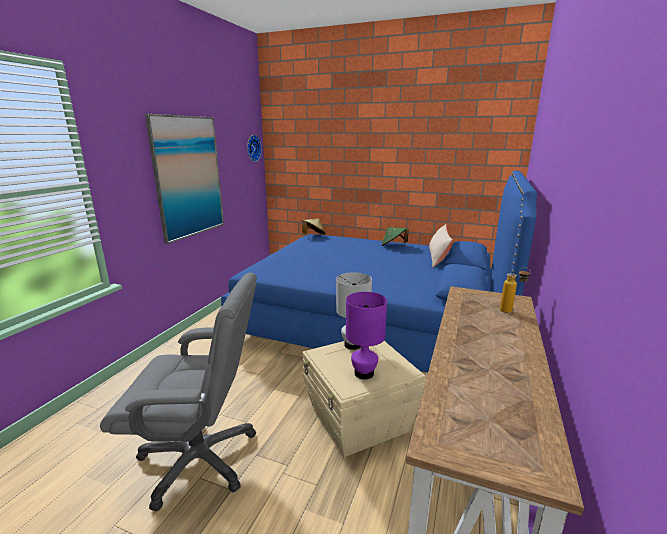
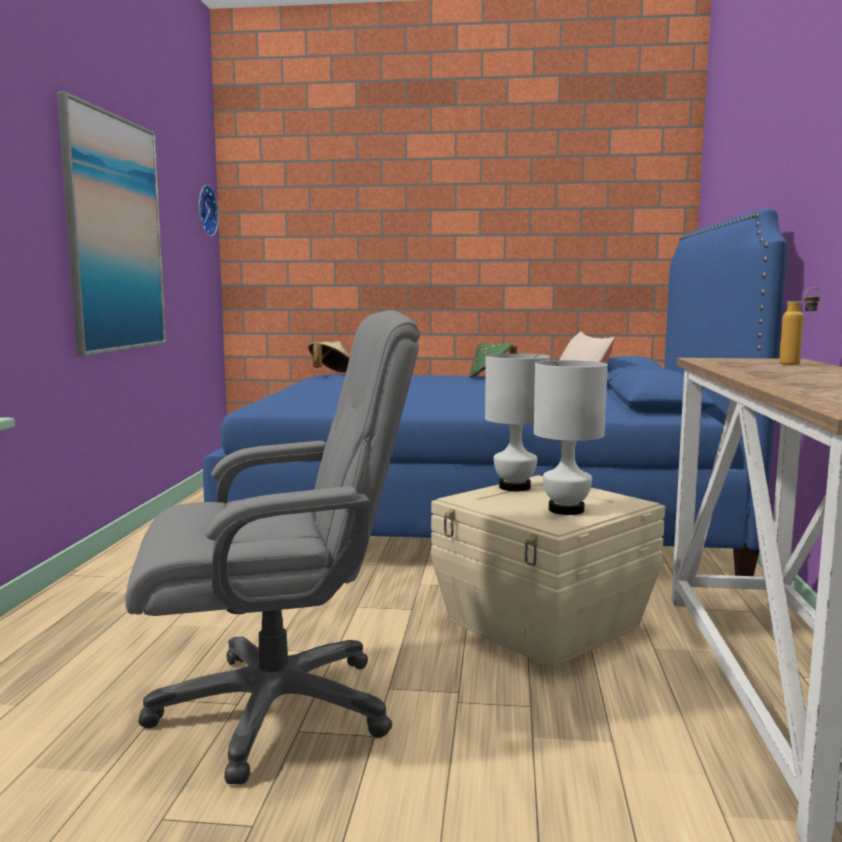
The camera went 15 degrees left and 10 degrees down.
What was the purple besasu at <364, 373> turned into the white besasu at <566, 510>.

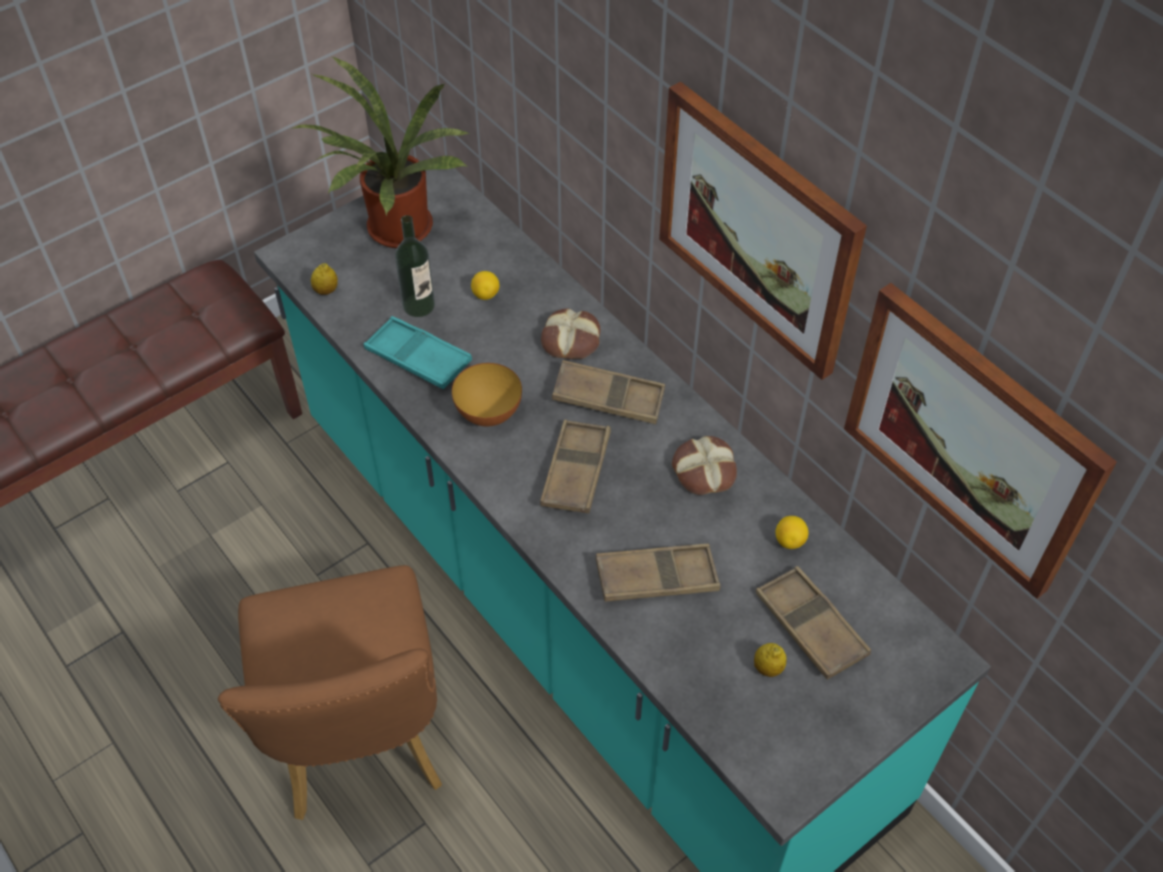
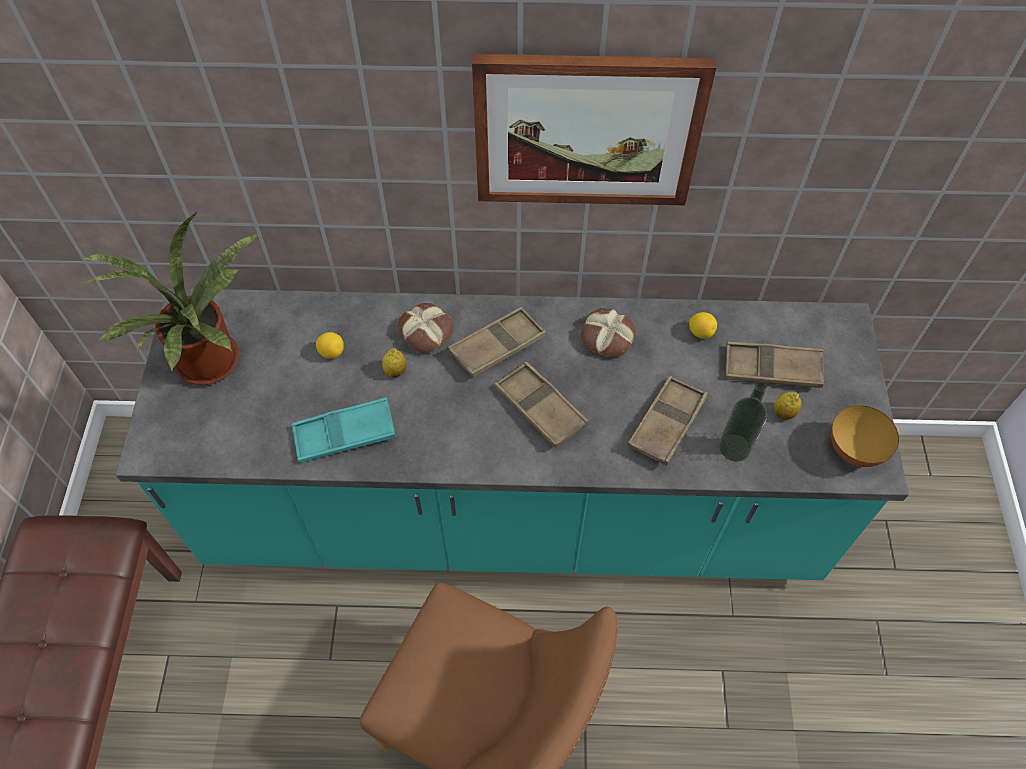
The camera went 50 degrees left and 5 degrees up.
The second view lost the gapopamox at <970, 439>.
The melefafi ended up elsewhere, having gone from <326, 290> to <395, 371>.
The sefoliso ended up elsewhere, having gone from <418, 305> to <734, 447>.
The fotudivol ended up elsewhere, having gone from <488, 414> to <854, 450>.

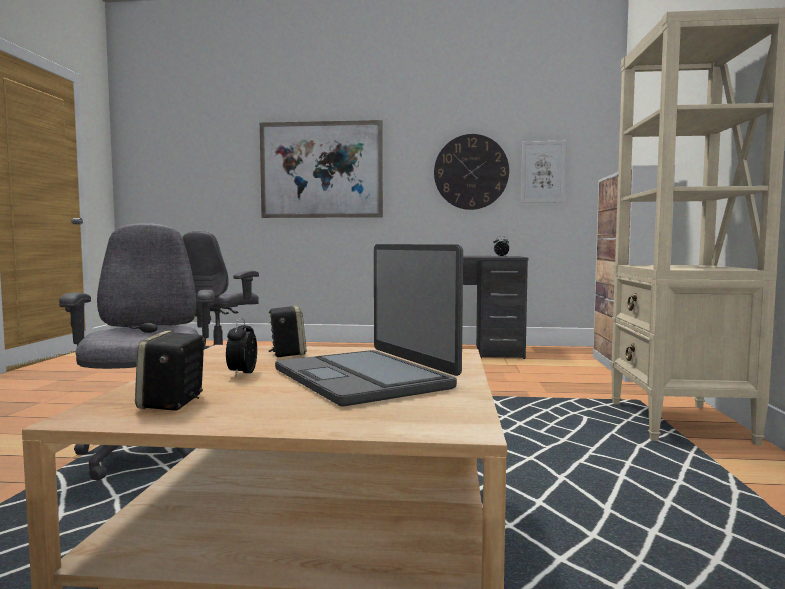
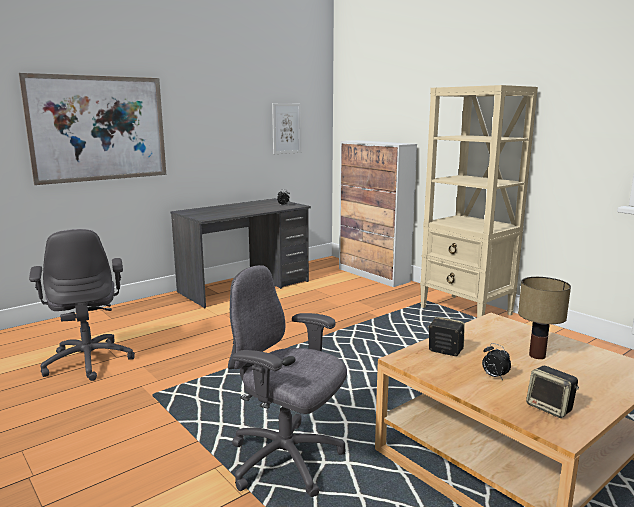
The camera went 45 degrees left and 10 degrees up.
The second view lost the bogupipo at <471, 172>.
Where the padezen stood at <364, 378>, the besasu came to stand at <537, 355>.

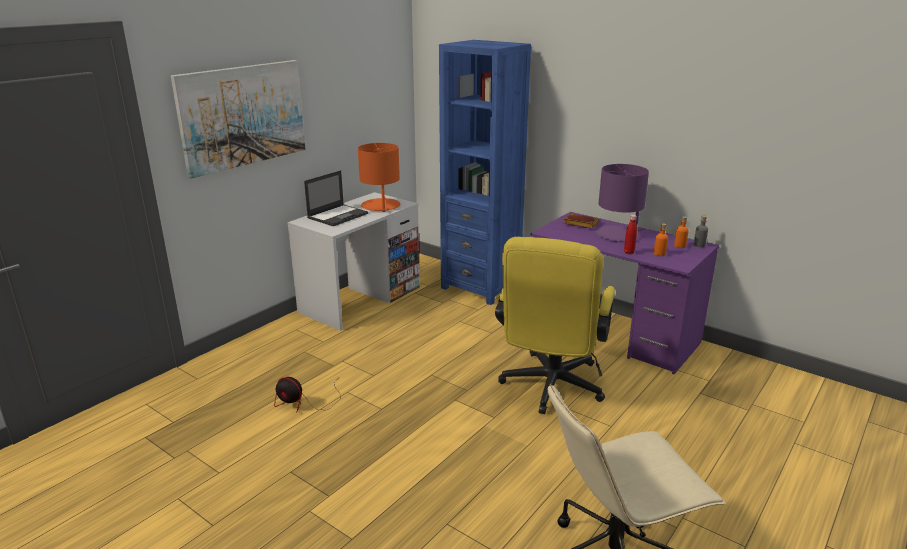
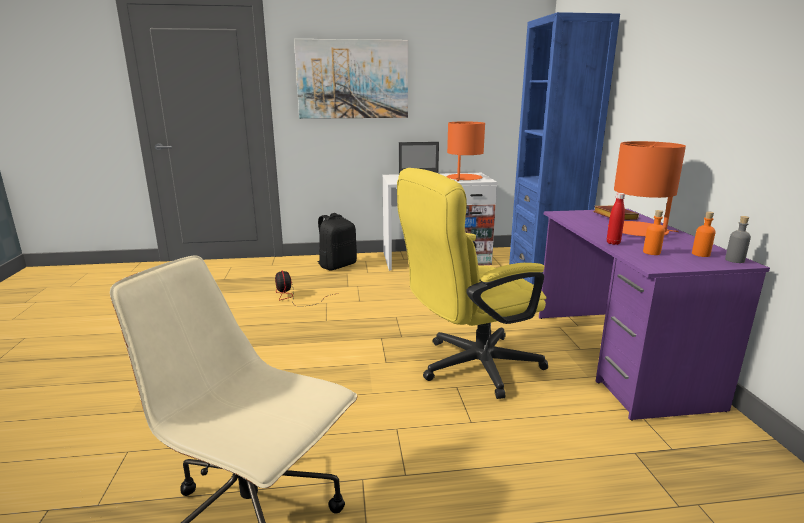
The camera went 45 degrees right and 5 degrees down.
The second view gained the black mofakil at <337, 265>.
What was the purple besasu at <618, 235> turned into the orange besasu at <638, 231>.

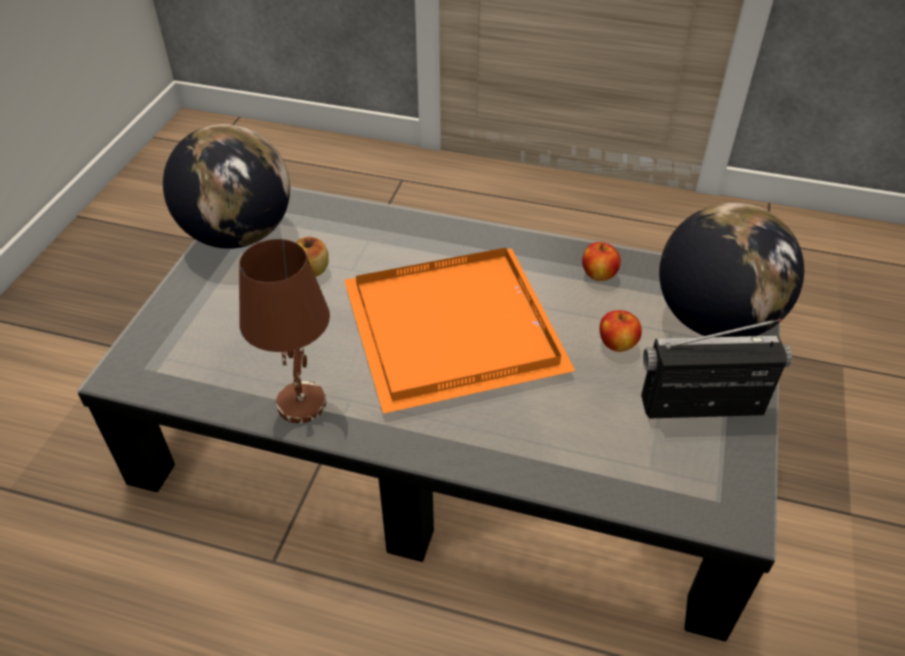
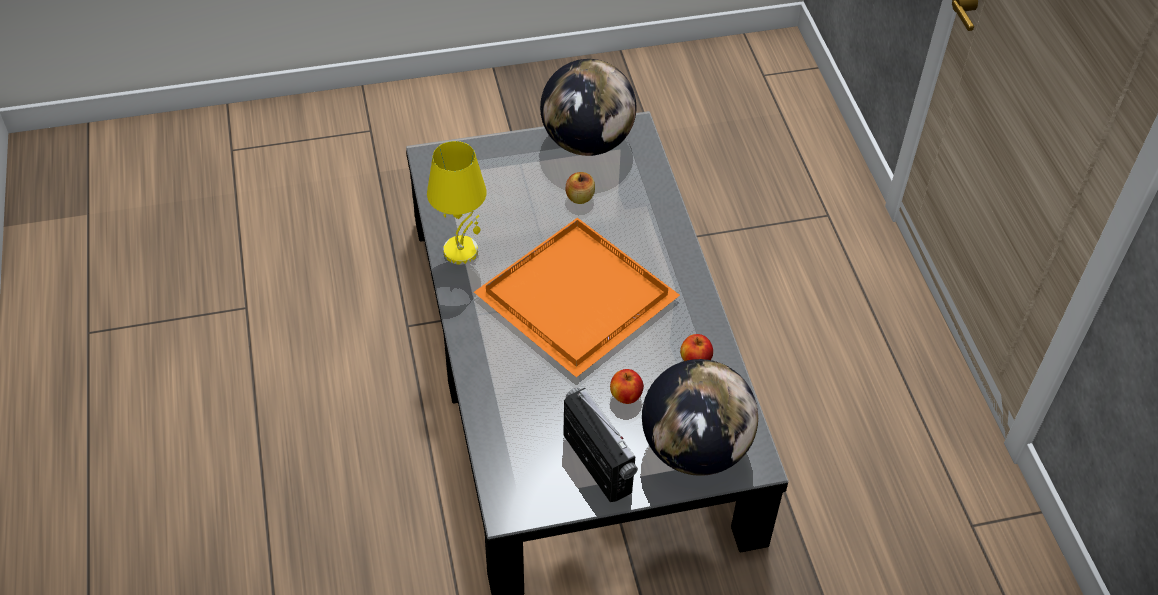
The camera went 60 degrees right and 5 degrees up.
What was the brown besasu at <301, 402> turned into the yellow besasu at <461, 250>.

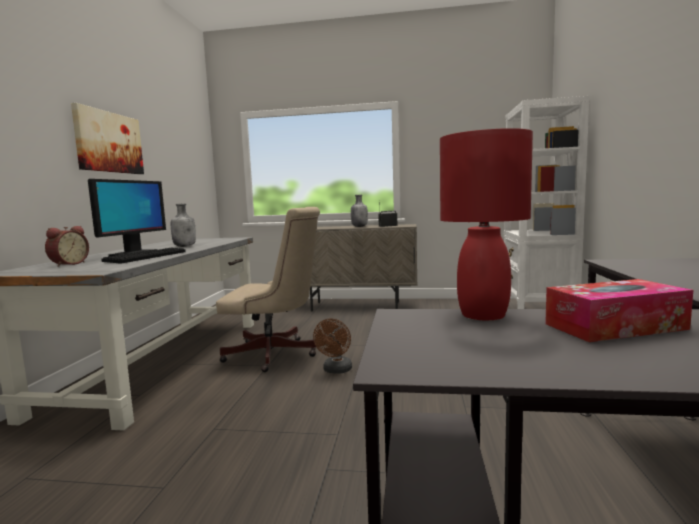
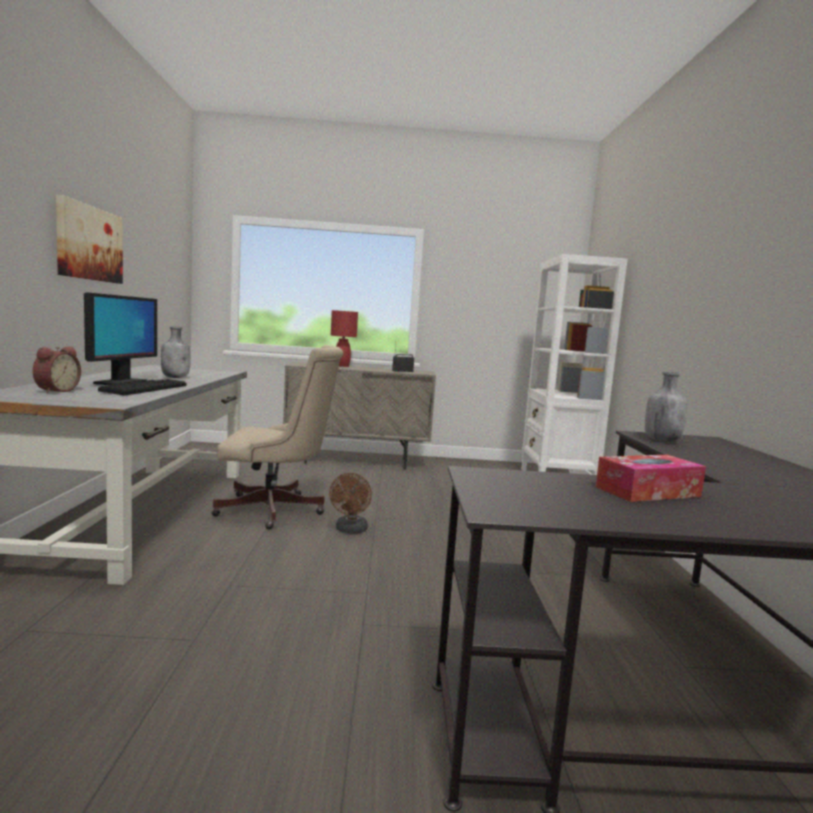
The camera went 10 degrees left and 0 degrees up.
The grey sefoliso ended up elsewhere, having gone from <359, 226> to <661, 440>.
The red besasu ended up elsewhere, having gone from <482, 314> to <342, 366>.

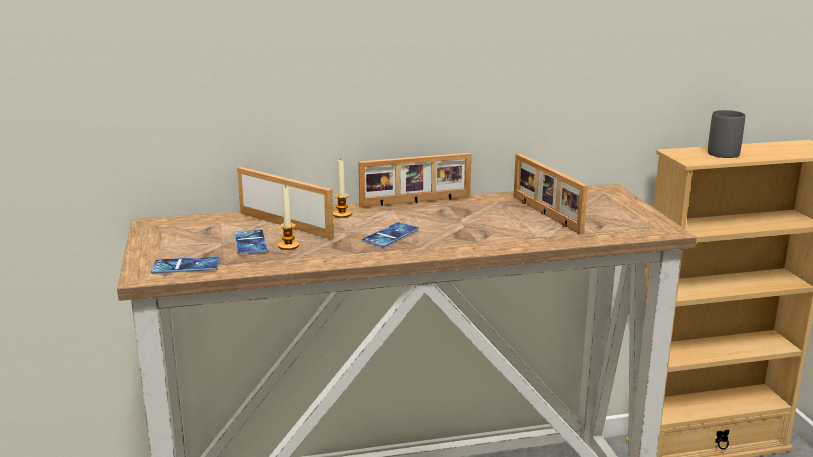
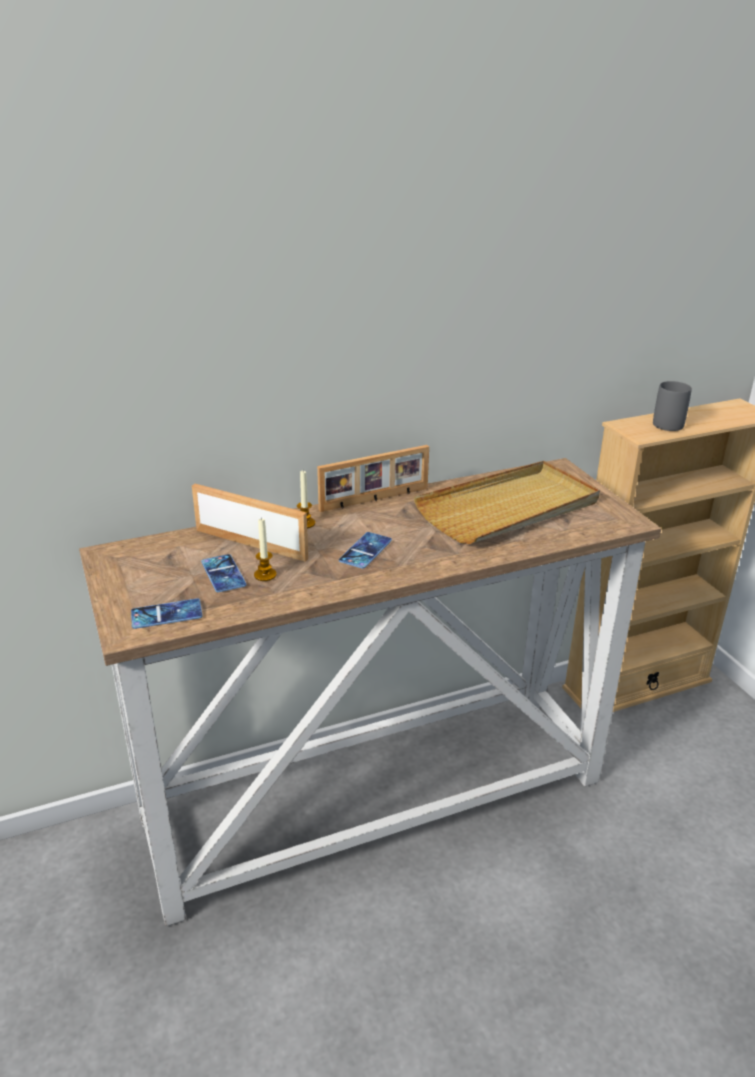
The camera went 10 degrees left and 10 degrees up.
Where the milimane stood at <545, 214>, the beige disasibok came to stand at <509, 508>.

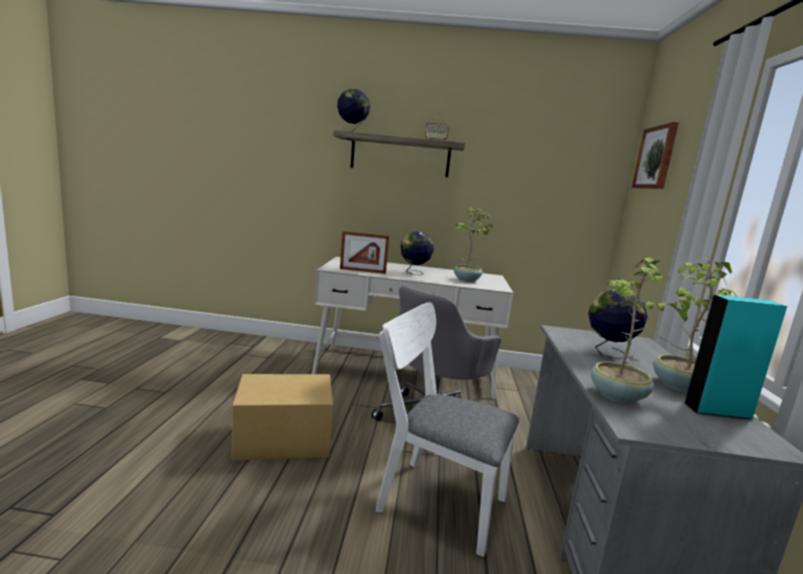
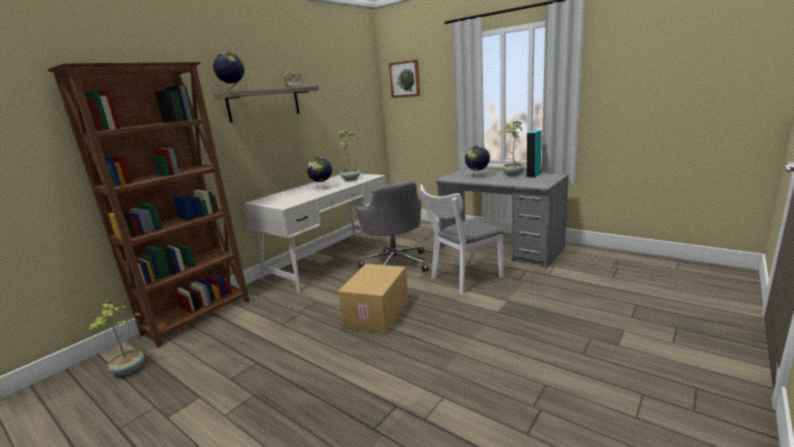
The camera went 55 degrees left and 5 degrees up.
The second view lost the milimane at <362, 271>.
The second view gained the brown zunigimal at <199, 317>.
The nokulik ended up elsewhere, having gone from <617, 397> to <129, 370>.

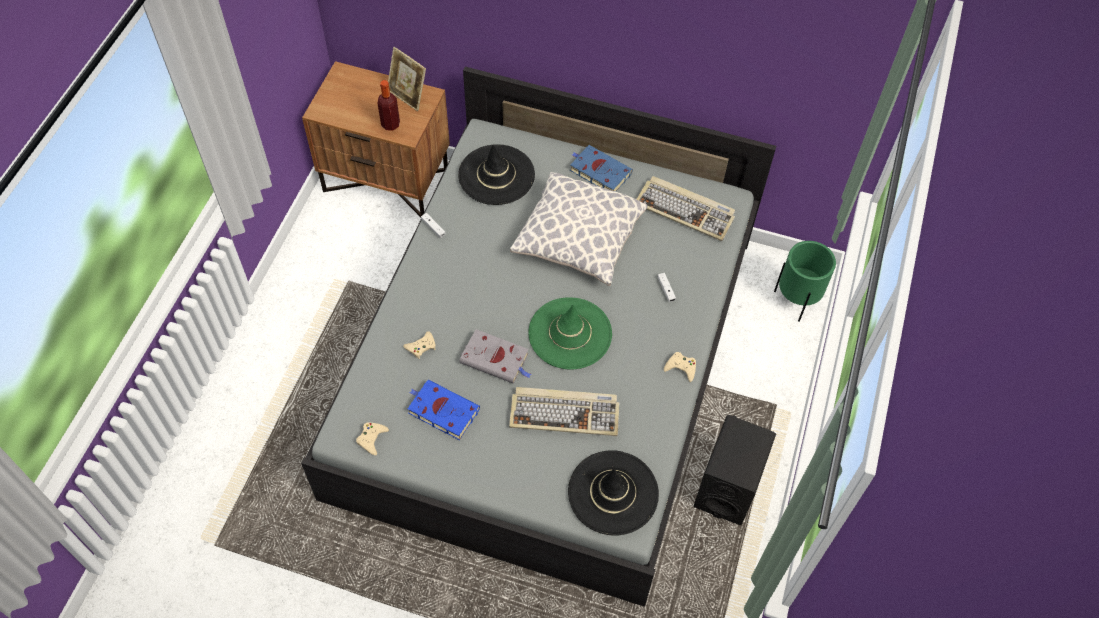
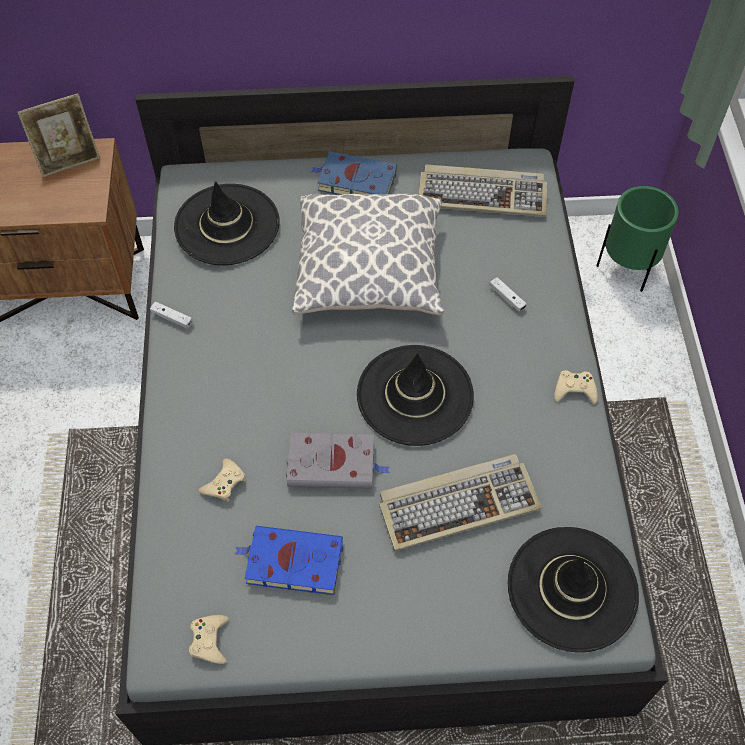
The camera went 20 degrees left and 0 degrees up.
The second view lost the sefoliso at <390, 124>.
The second view lost the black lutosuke at <727, 487>.
What was the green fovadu at <570, 333> turned into the black fovadu at <414, 395>.
The milimane at <408, 96> ended up facing another way, 45 degrees counterclockwise from before.

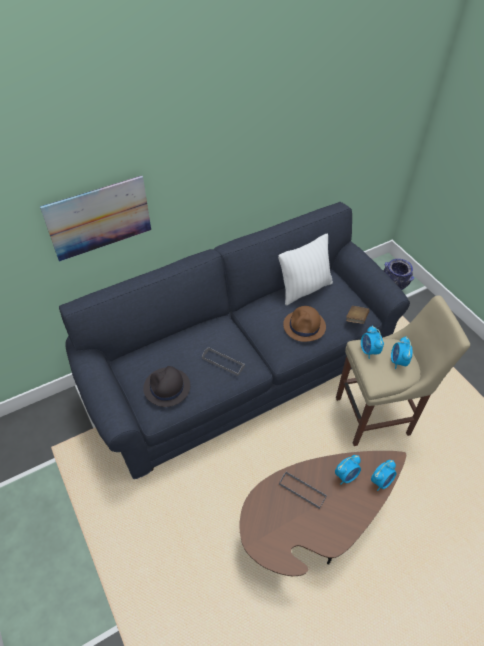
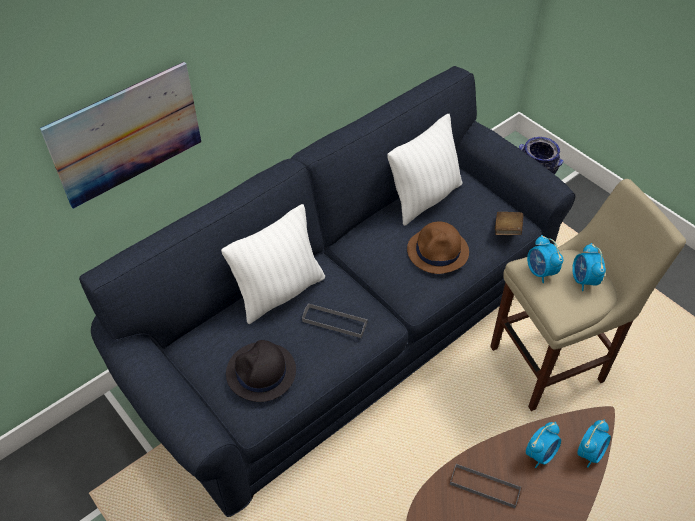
The camera went 10 degrees left and 0 degrees up.
The second view gained the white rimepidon at <279, 292>.

